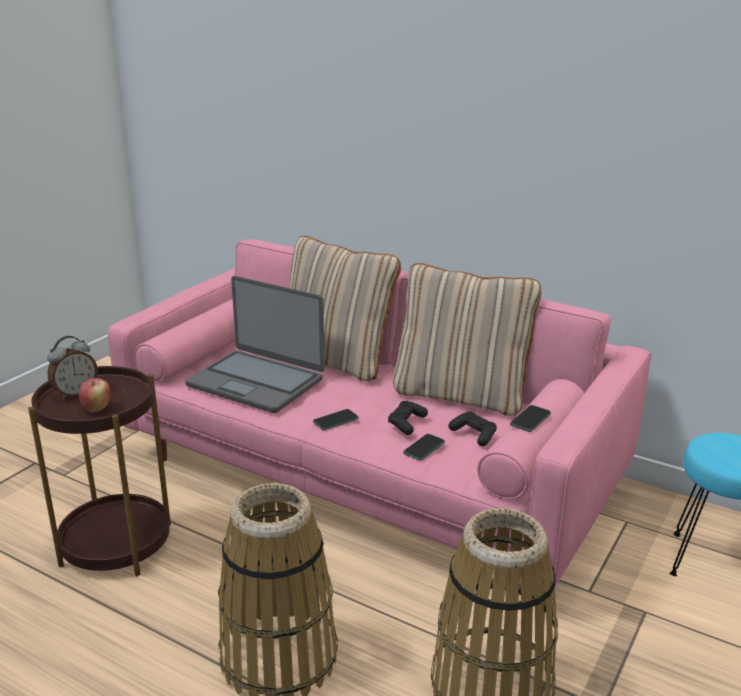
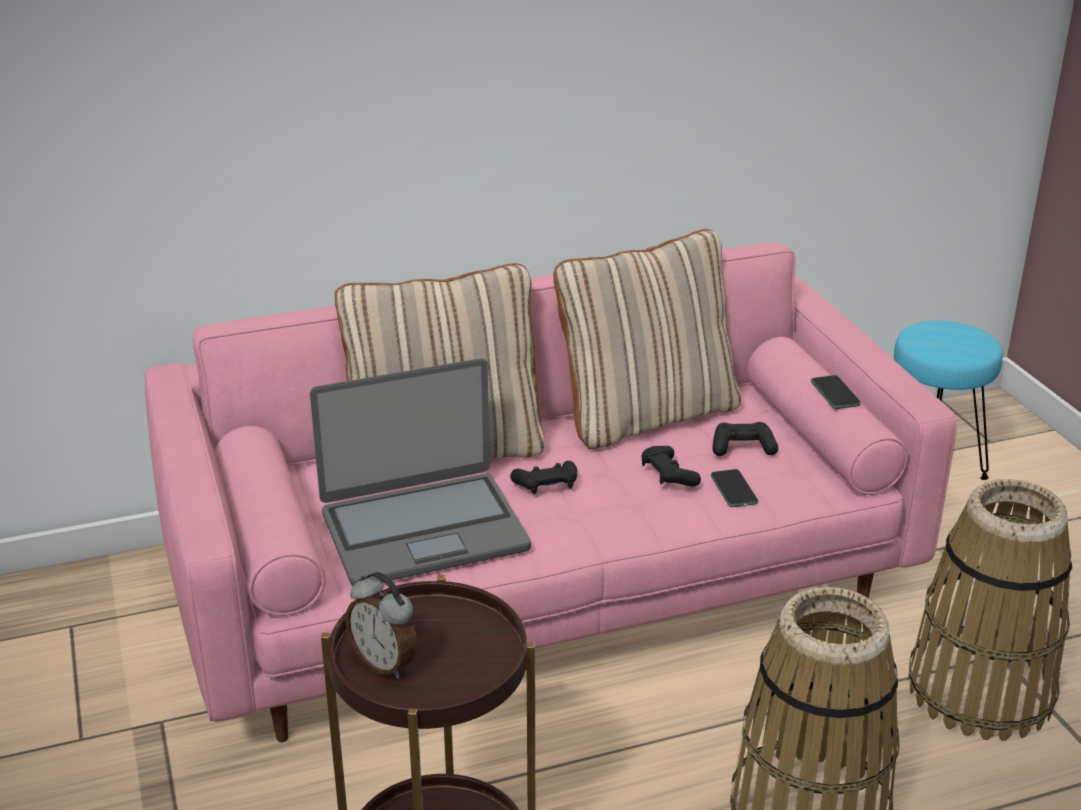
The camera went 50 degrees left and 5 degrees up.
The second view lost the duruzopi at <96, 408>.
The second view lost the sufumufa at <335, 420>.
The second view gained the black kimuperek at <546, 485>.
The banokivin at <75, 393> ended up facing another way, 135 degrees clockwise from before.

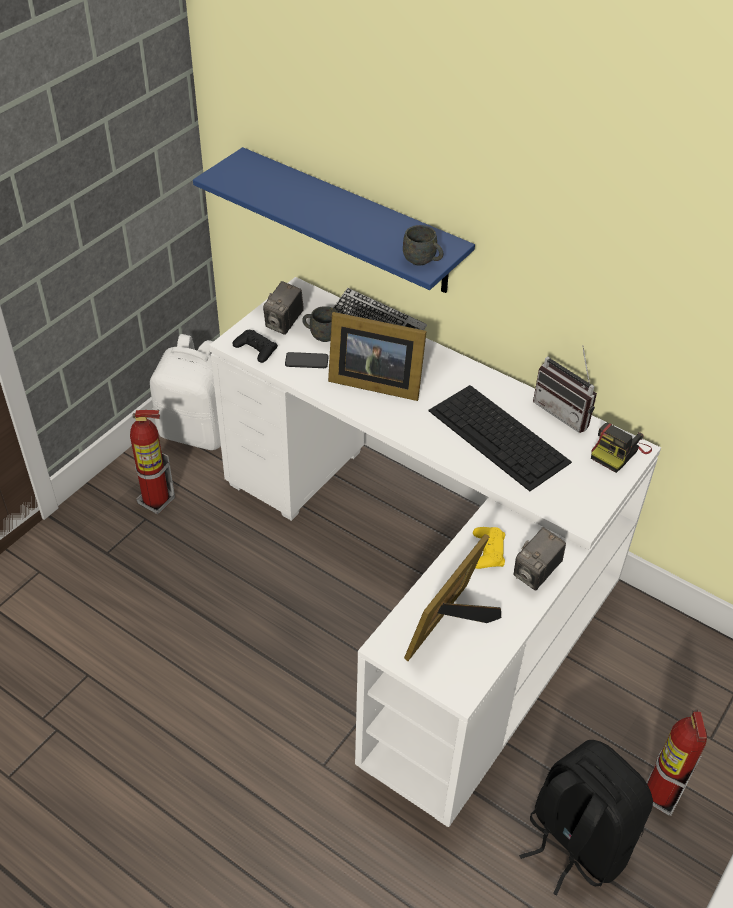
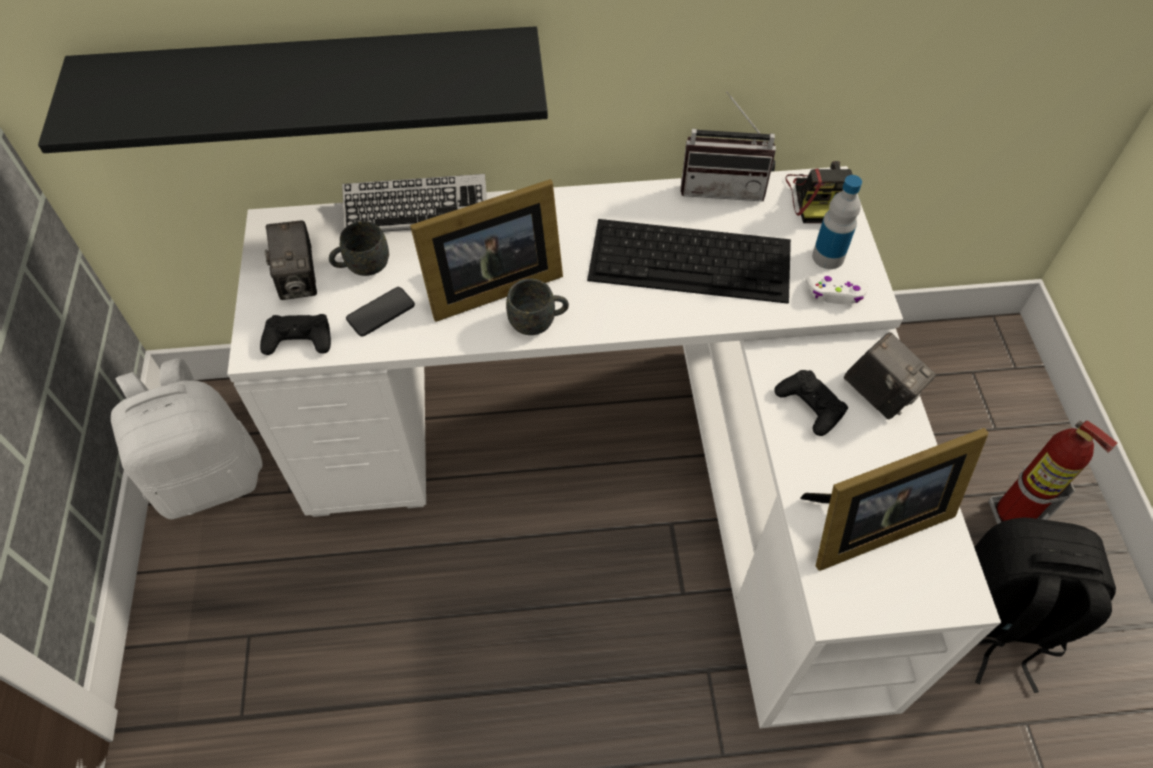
The camera went 40 degrees left and 10 degrees up.
The second view lost the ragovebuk at <156, 501>.
The second view gained the white kimuperek at <835, 294>.
The second view gained the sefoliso at <828, 257>.
The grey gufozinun ended up elsewhere, having gone from <423, 261> to <538, 322>.
What was the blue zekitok at <352, 222> turned into the black zekitok at <317, 86>.
What was the yellow kimuperek at <487, 551> turned into the black kimuperek at <810, 405>.
The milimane at <450, 625> ended up facing another way, 105 degrees counterclockwise from before.
The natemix at <536, 574> ended up facing another way, 45 degrees counterclockwise from before.

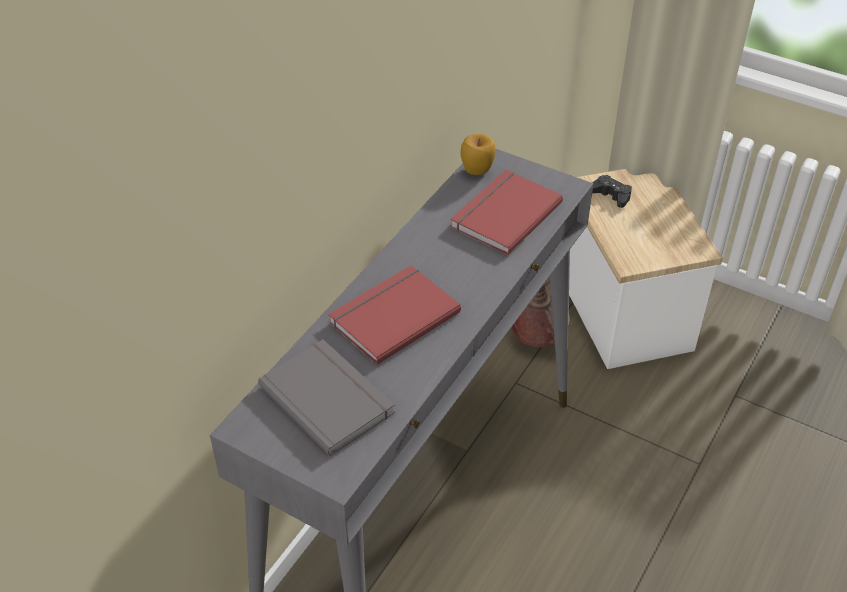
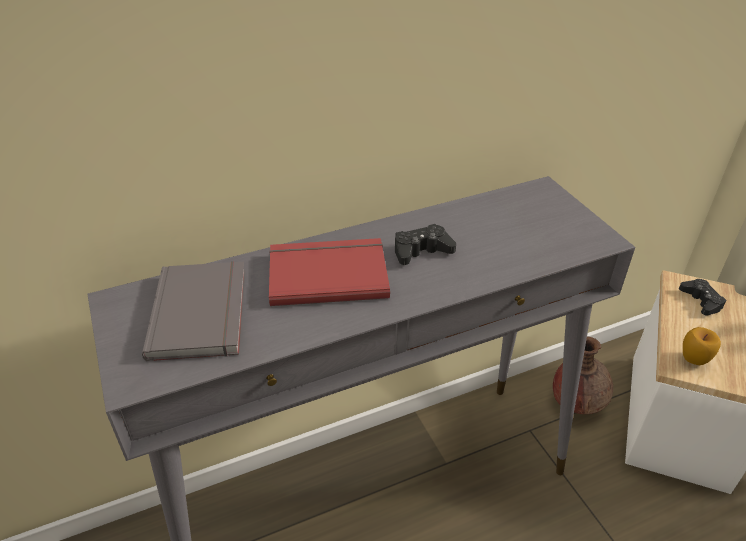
The camera went 35 degrees right and 5 degrees down.
The second view lost the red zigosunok at <503, 214>.
The second view gained the black kimuperek at <421, 251>.
The duruzopi ended up elsewhere, having gone from <476, 171> to <693, 360>.

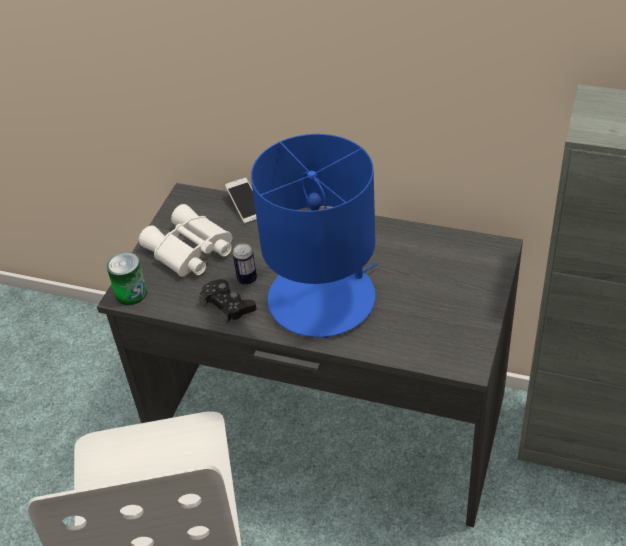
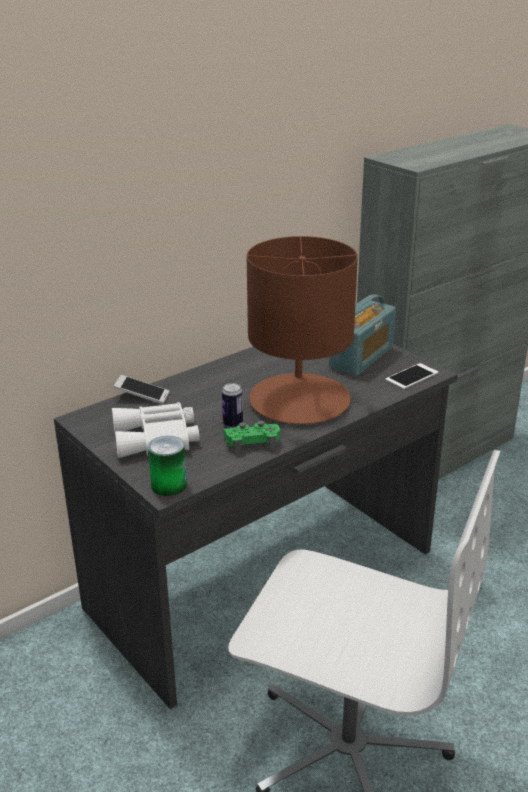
The camera went 60 degrees left and 15 degrees down.
The second view gained the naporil at <361, 357>.
The second view gained the sufumufa at <412, 376>.
What was the black kimuperek at <227, 306> turned into the green kimuperek at <252, 442>.
What was the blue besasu at <323, 298> turned into the brown besasu at <299, 400>.

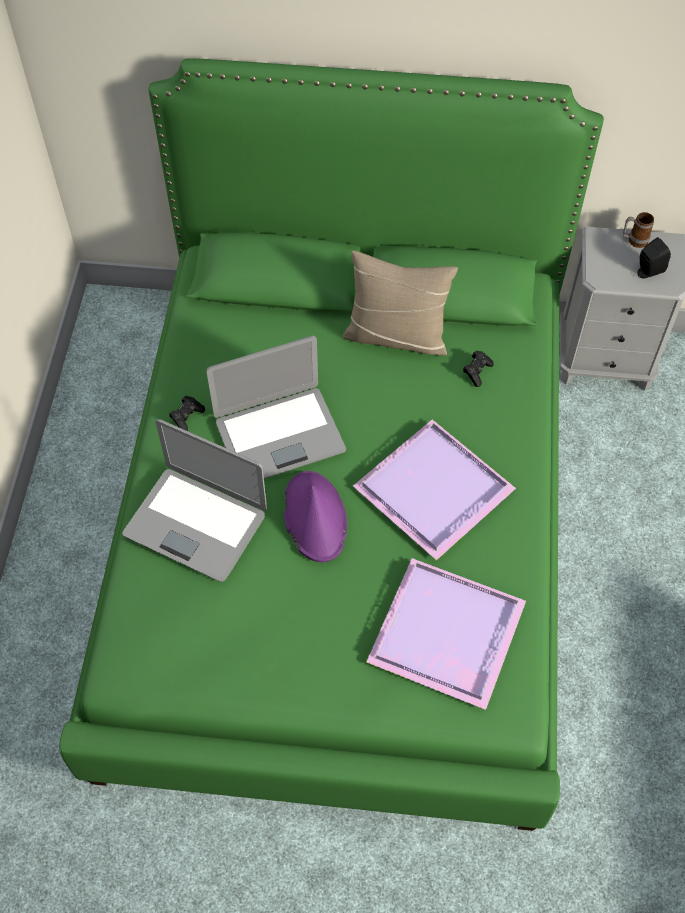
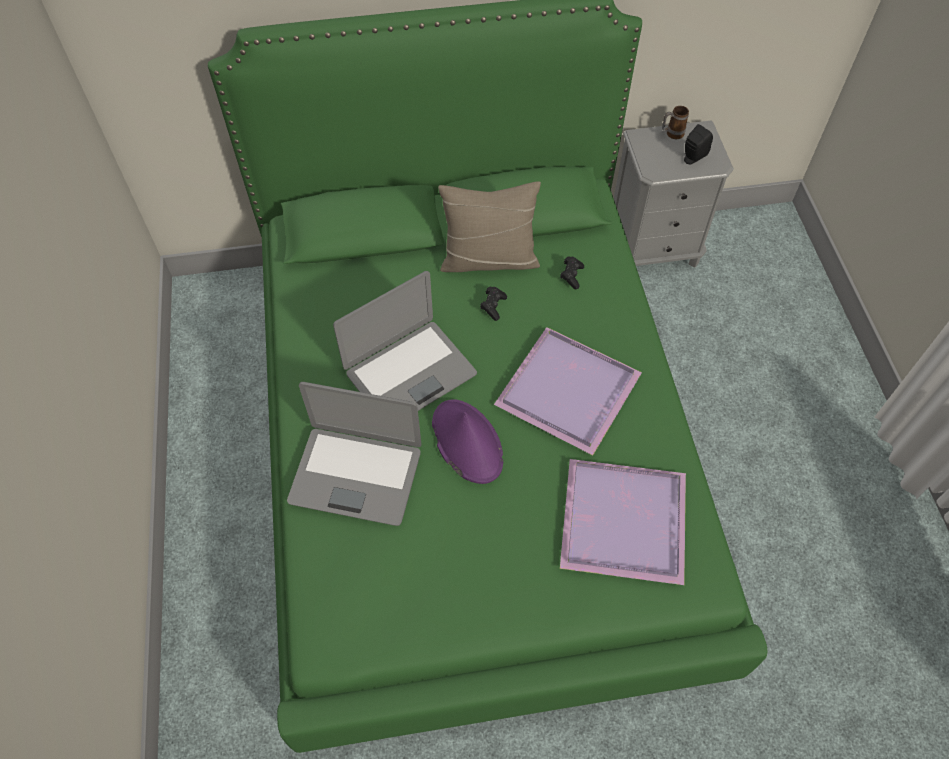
The camera went 15 degrees left and 0 degrees up.
The black kimuperek ended up elsewhere, having gone from <187, 417> to <493, 306>.

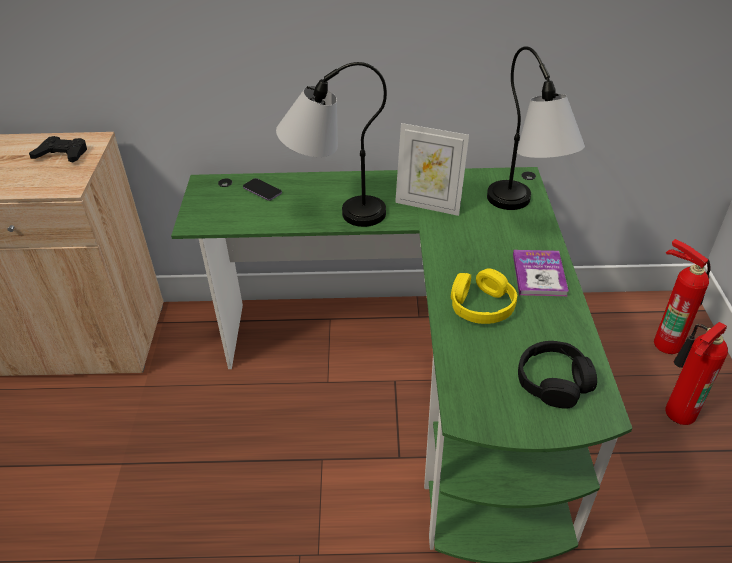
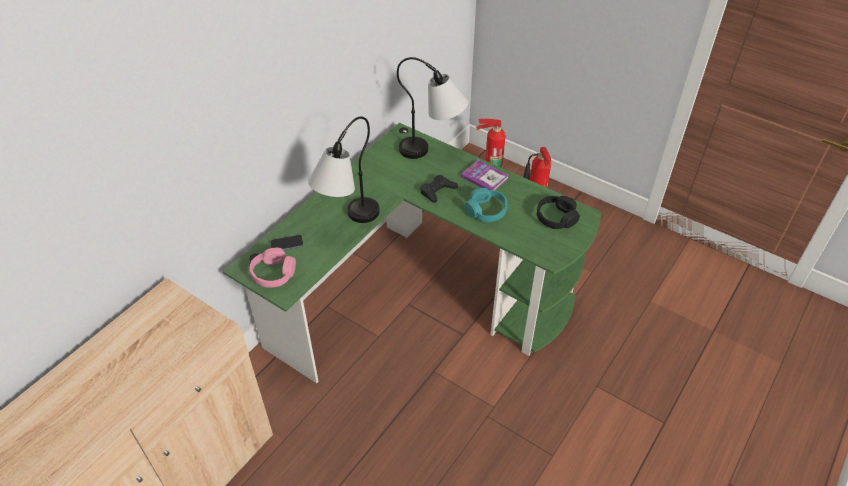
The camera went 55 degrees left and 5 degrees up.
The second view lost the milimane at <428, 205>.
The second view gained the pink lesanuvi at <274, 273>.
The black kimuperek ended up elsewhere, having gone from <62, 154> to <437, 191>.
What was the yellow lesanuvi at <481, 305> turned into the turquoise lesanuvi at <486, 210>.

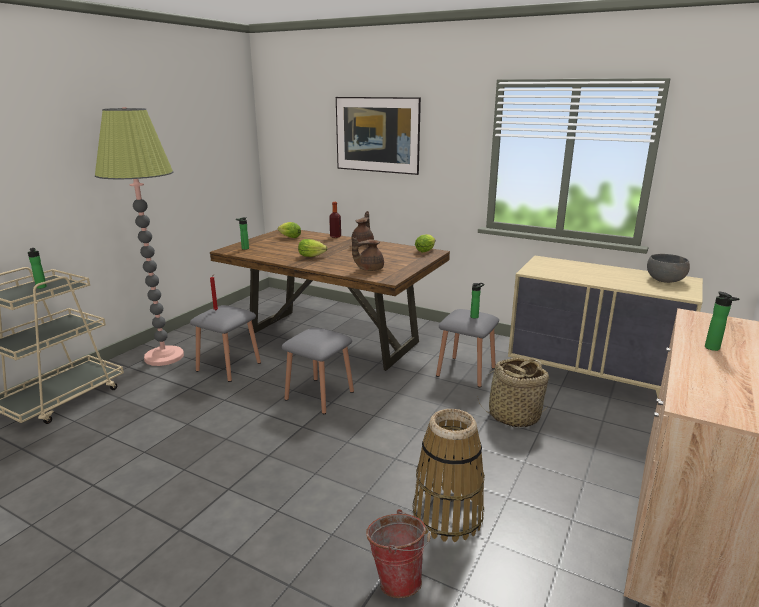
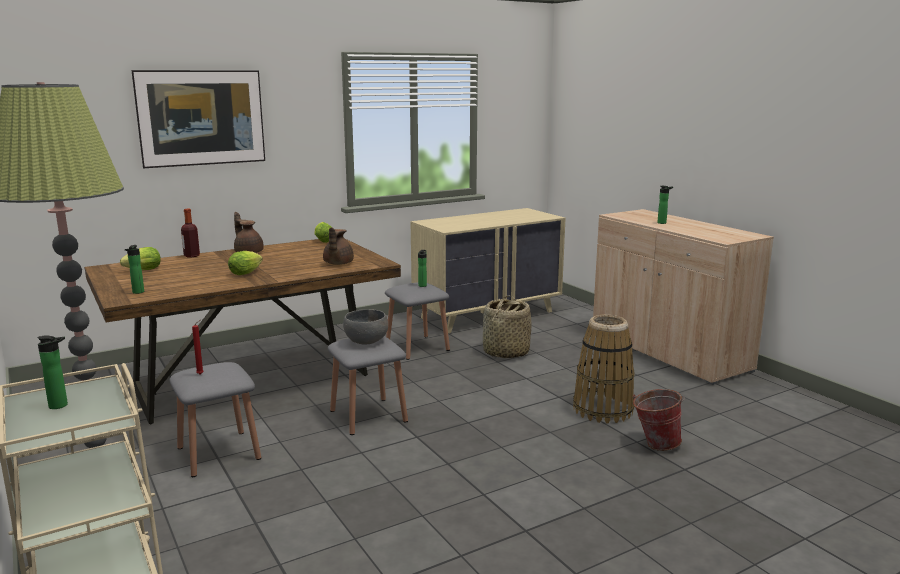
The camera went 60 degrees left and 5 degrees down.
The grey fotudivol ended up elsewhere, having gone from <665, 280> to <366, 340>.

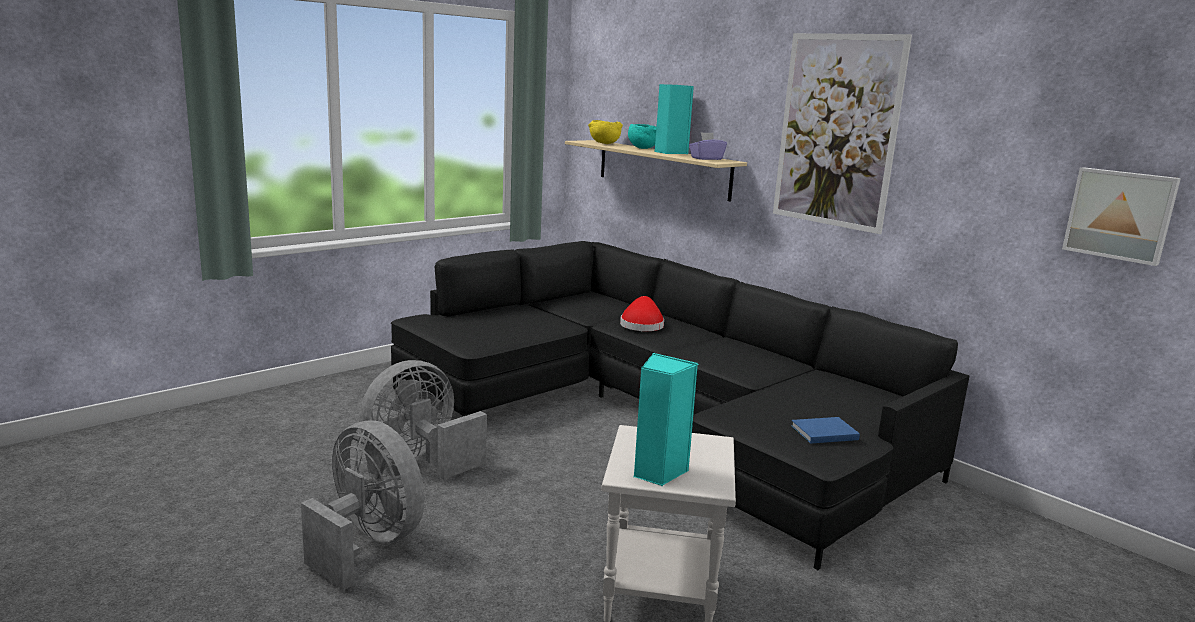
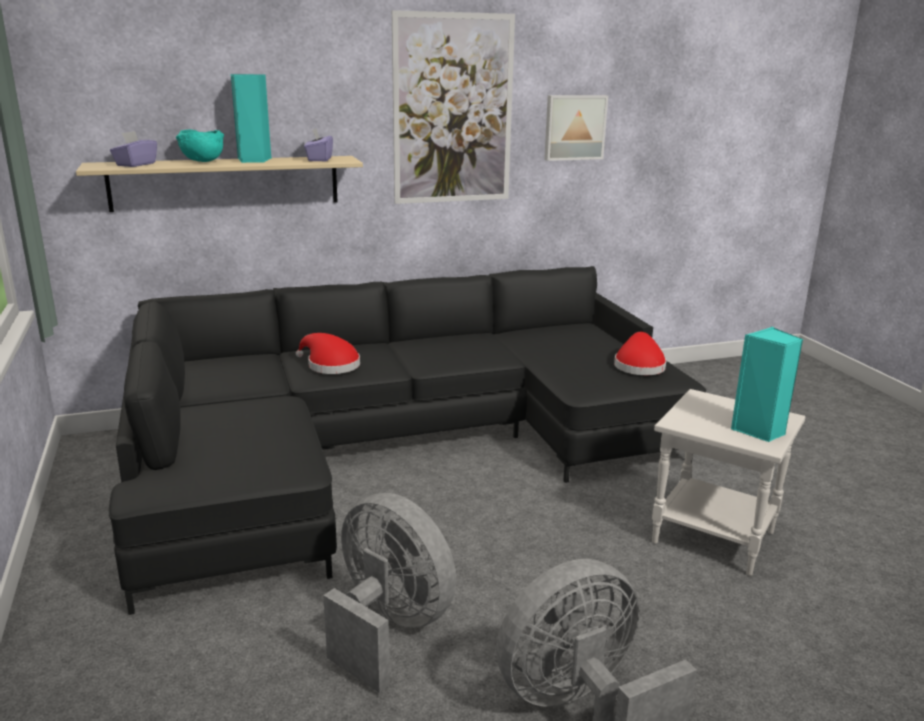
The camera went 65 degrees left and 5 degrees up.
The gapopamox ended up elsewhere, having gone from <1120, 215> to <574, 127>.
Where the yellow fotudivol stood at <604, 143>, the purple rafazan came to stand at <135, 164>.
Where the blue zigosunok stood at <822, 432>, the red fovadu came to stand at <639, 366>.
The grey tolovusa at <420, 460> ended up facing another way, 150 degrees clockwise from before.

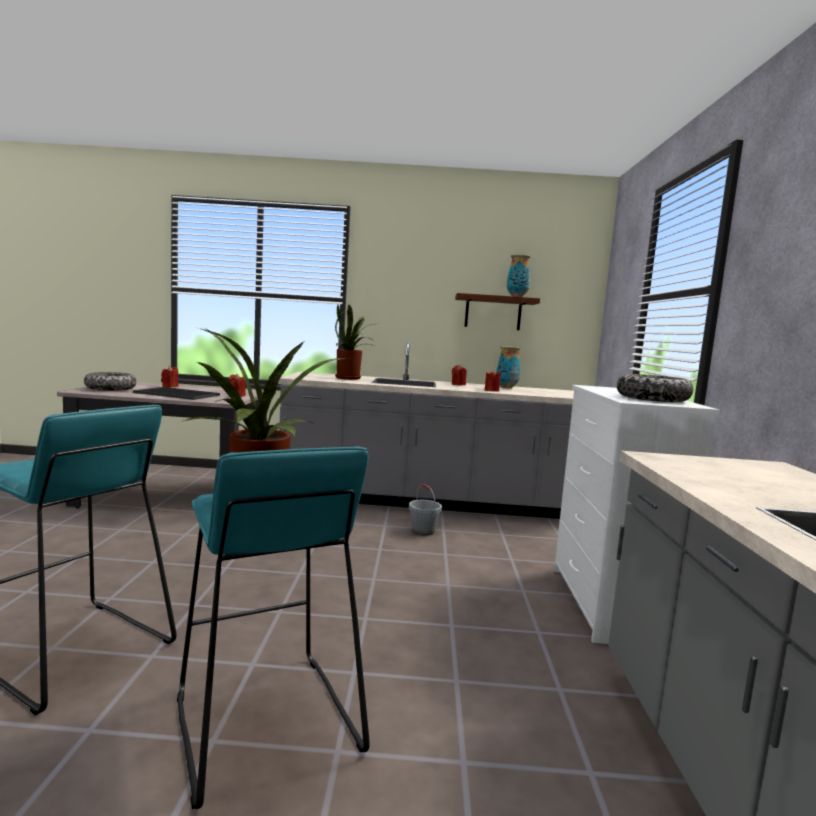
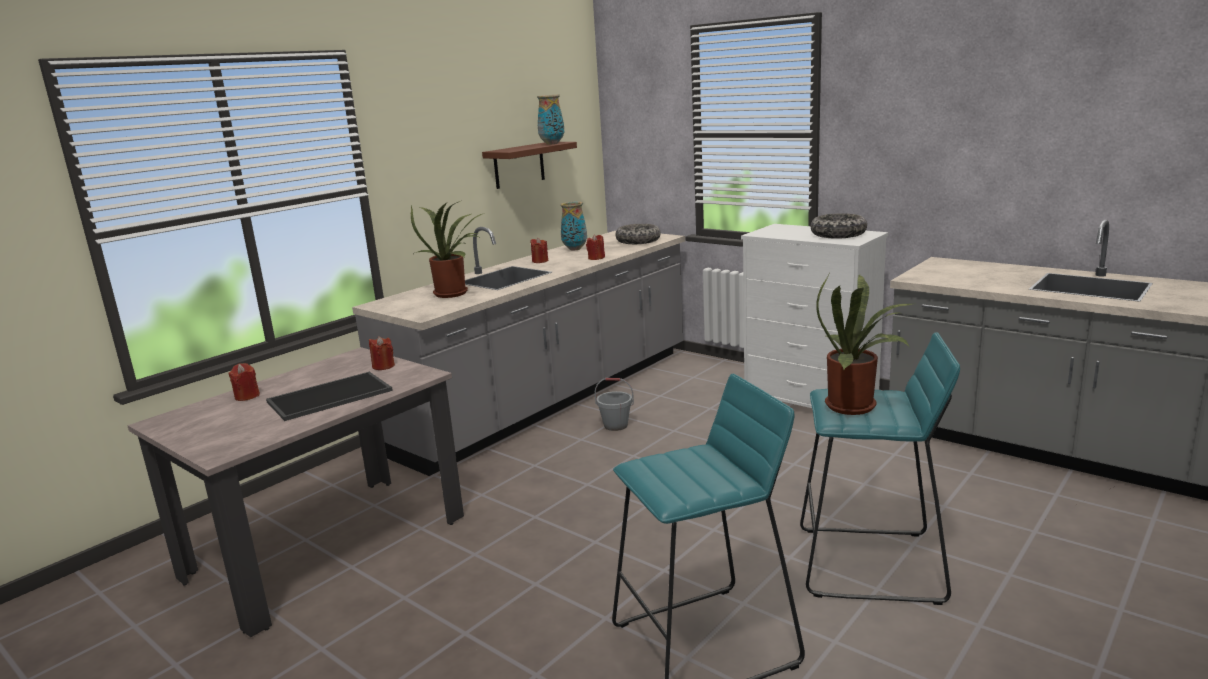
The camera went 50 degrees left and 10 degrees up.
The fotudivol ended up elsewhere, having gone from <110, 388> to <638, 241>.

